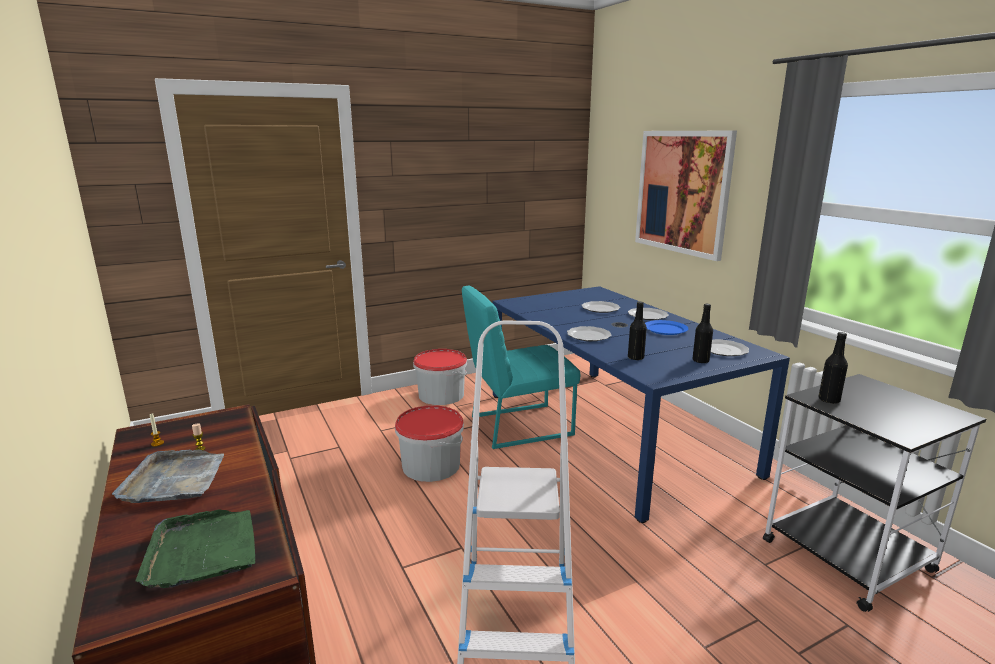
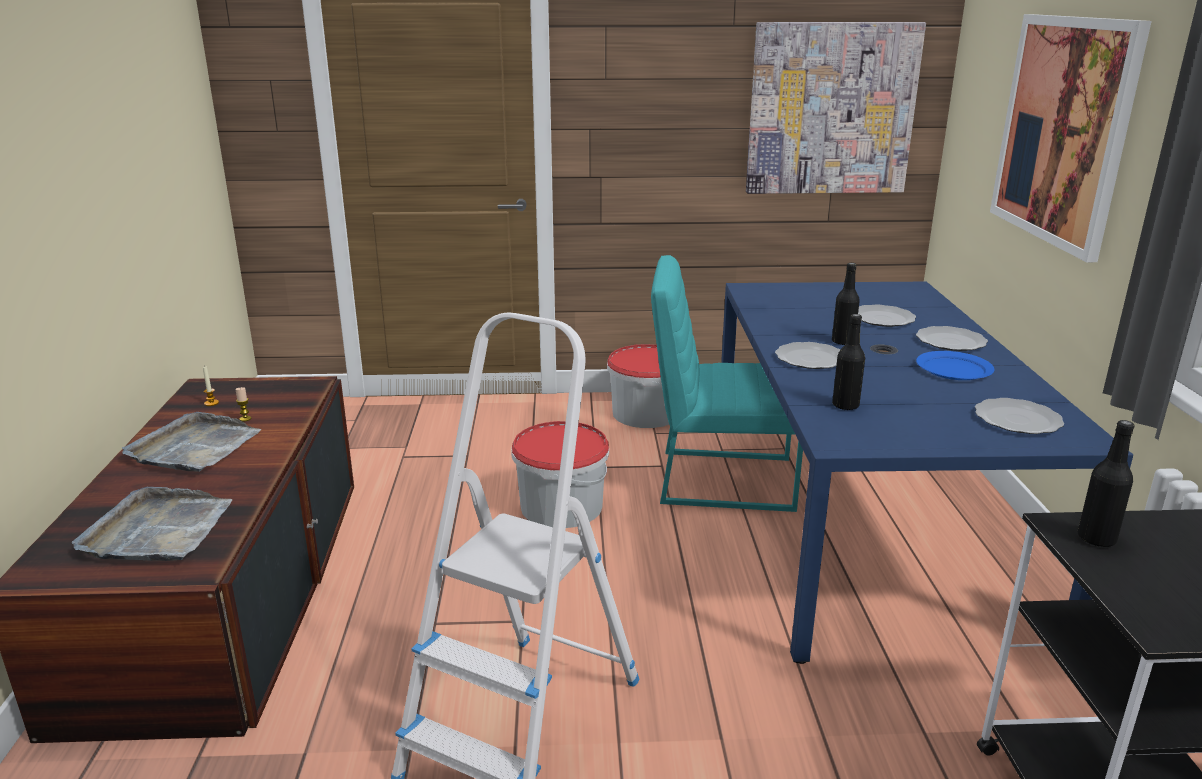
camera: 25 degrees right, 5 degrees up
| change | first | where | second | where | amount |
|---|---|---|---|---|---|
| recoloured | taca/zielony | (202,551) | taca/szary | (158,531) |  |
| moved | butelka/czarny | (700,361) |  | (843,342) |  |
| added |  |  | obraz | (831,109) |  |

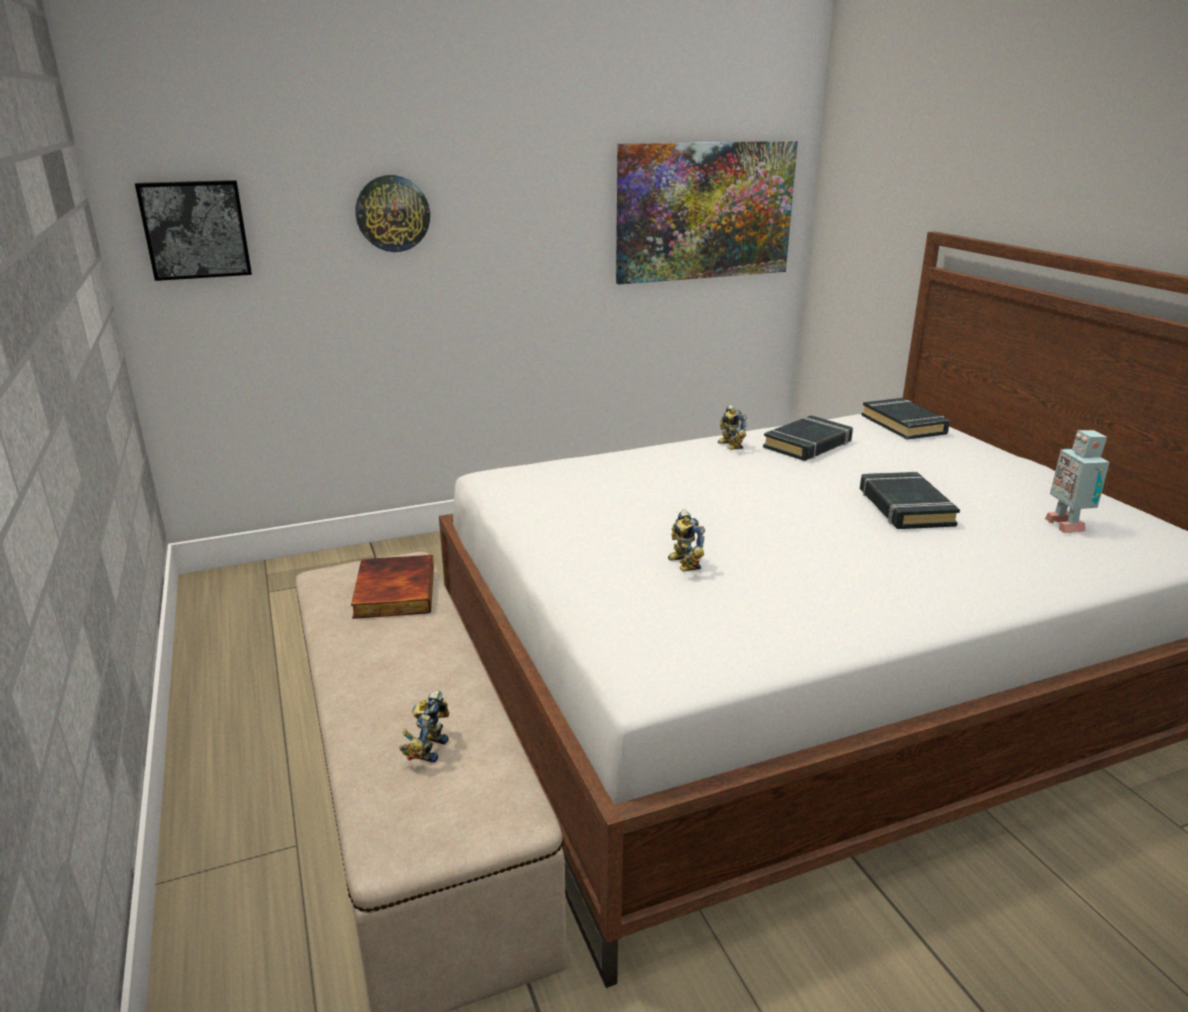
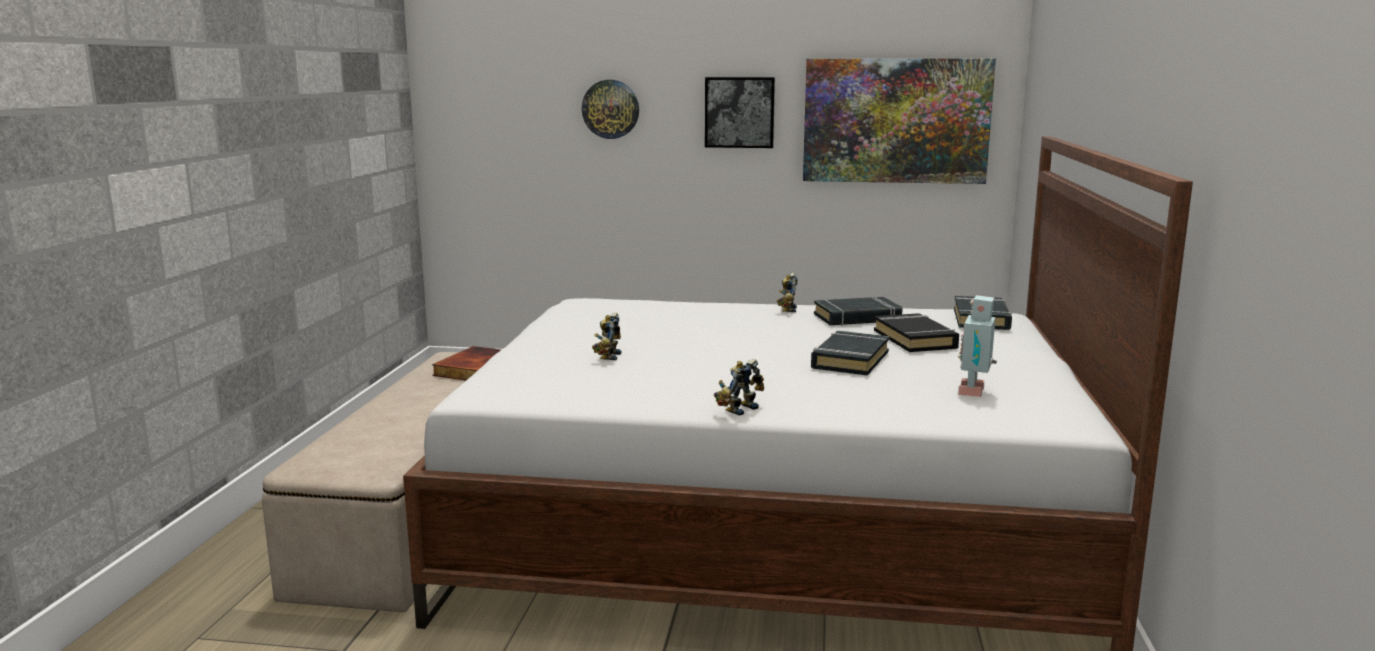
camera: 30 degrees right, 10 degrees down
| change | first | where | second | where | amount |
|---|---|---|---|---|---|
| moved | obraz | (195,229) |  | (739,112) |  |
| moved | robot zabawkowy | (427,748) |  | (739,409) |  |
| added |  |  | książka/czarny | (915,339) |  |

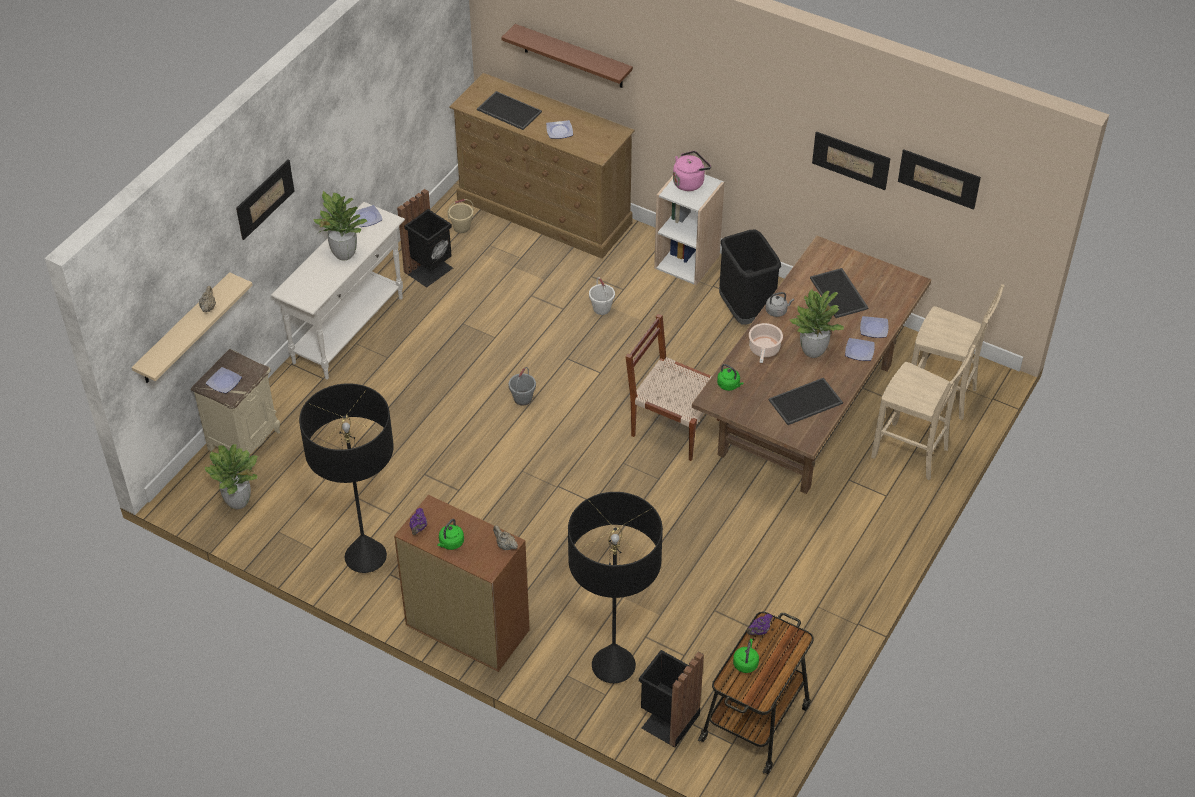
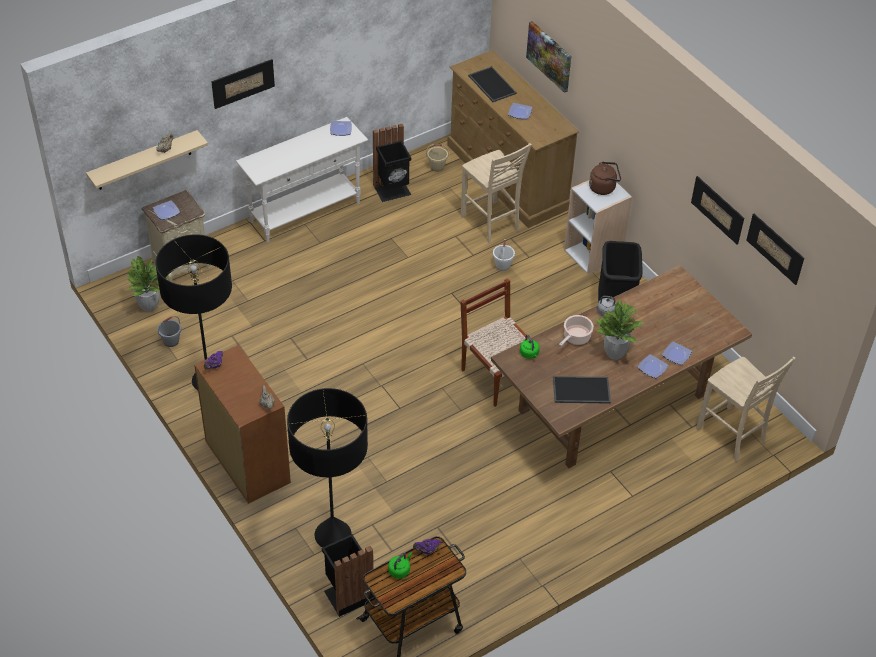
camera: 25 degrees right, 0 degrees up
| change | first | where | second | where | amount |
|---|---|---|---|---|---|
| removed | roślina doniczkowa | (344,254) |  |  |  |
| removed | czajnik/zielony | (450,543) |  |  |  |
| replaced | półka/brązowy | (573,57) | obraz | (549,56) |  |
| moved | wiadro/szary | (522,398) |  | (171,341) |  |
| recoloured | czajnik/różowy | (690,182) | czajnik/brązowy | (603,187) |  |
| removed | taca | (840,293) |  |  |  |
| moved | krzesło/beżowy | (911,453) |  | (491,224) |  |

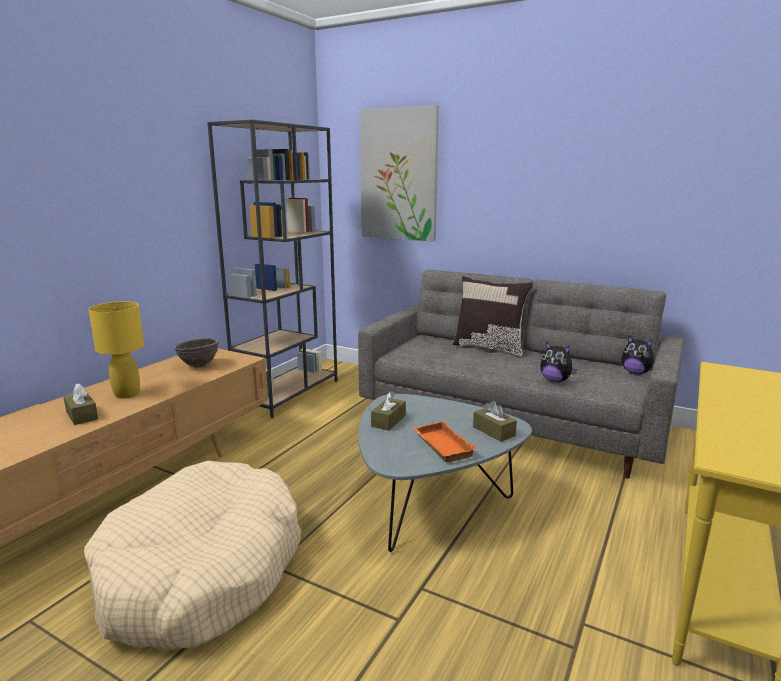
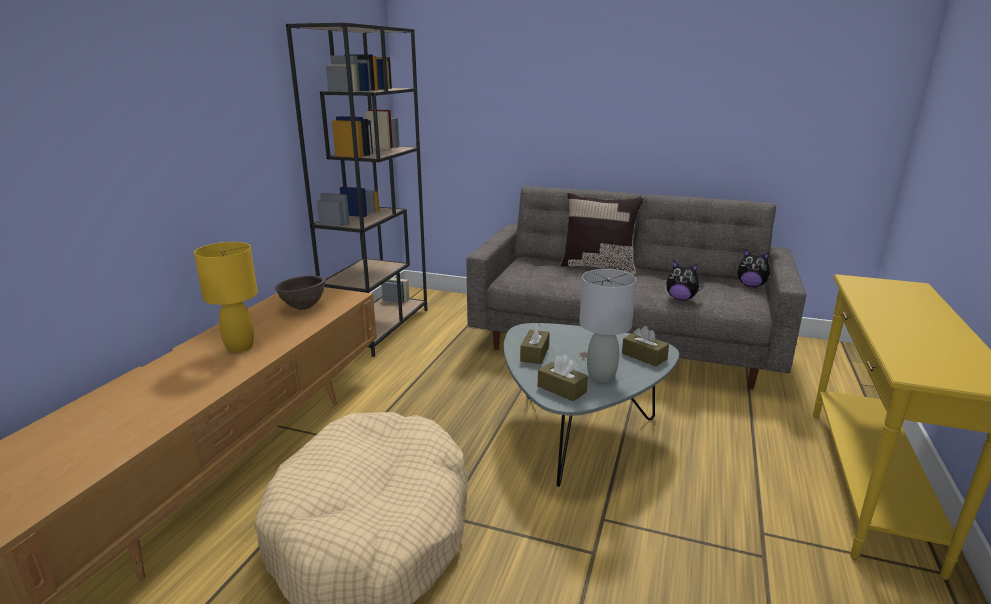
camera: 10 degrees left, 5 degrees up
| change | first | where | second | where | amount |
|---|---|---|---|---|---|
| moved | pudełko chusteczek/brązowy | (82,415) |  | (561,389) |  |
| removed | obraz | (399,175) |  |  |  |
| replaced | taca/pomarańczowy | (441,446) | lampa stołowa/szary | (600,376) |  |

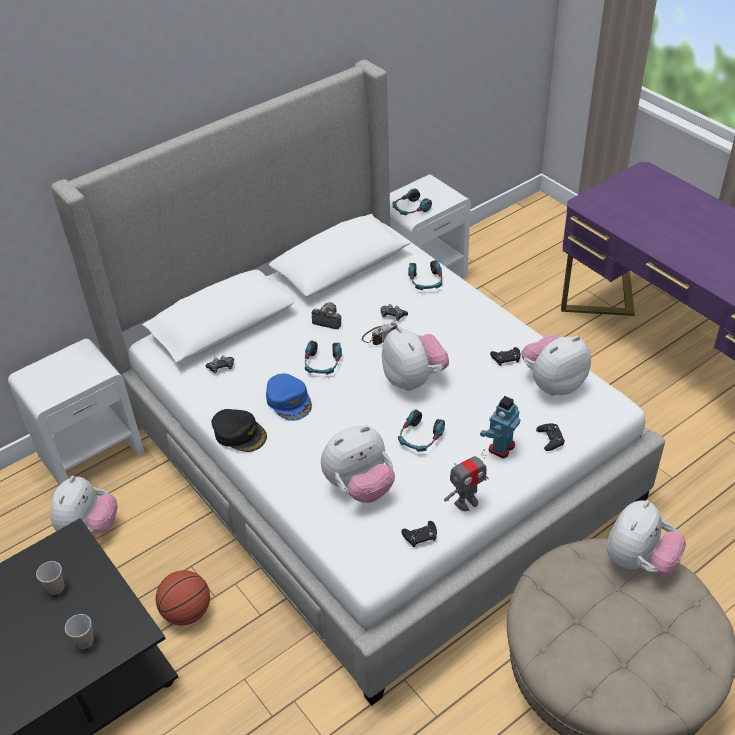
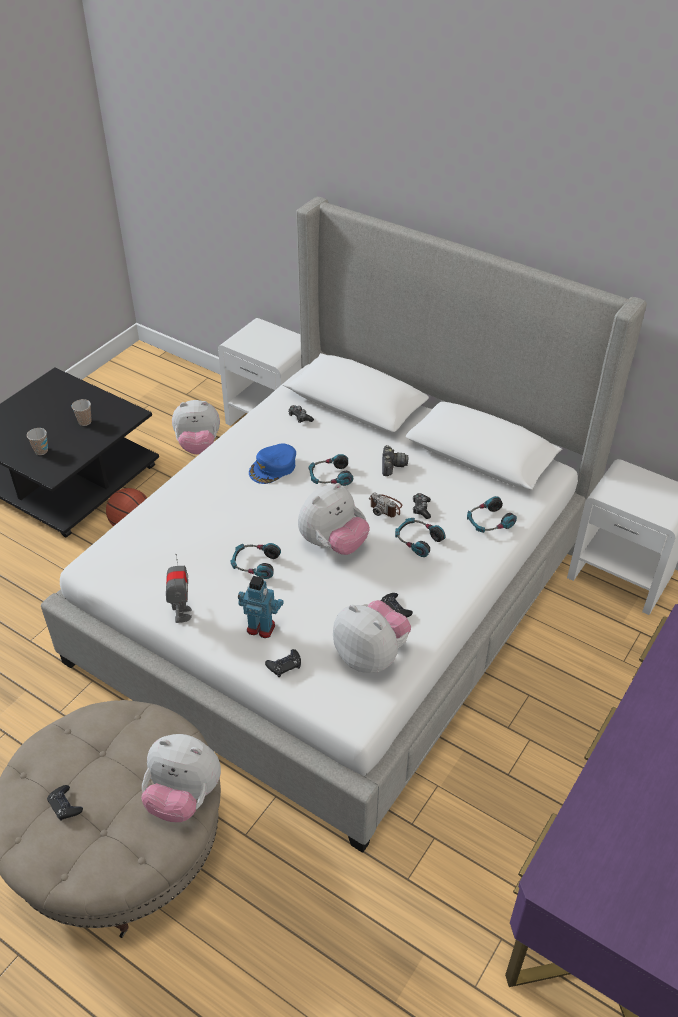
camera: 70 degrees right, 0 degrees up
| change | first | where | second | where | amount |
|---|---|---|---|---|---|
| removed | czapka z daszkiem/czarny | (240,434) |  |  |  |
| removed | pluszak | (359,487) |  |  |  |
| moved | słuchawki | (410,209) |  | (418,540) |  |
| moved | pad do gier/czarny | (420,535) |  | (65,805) |  |
| turned | robot zabawkowy | (466,502) |  | (182,613) | 135 degrees counterclockwise |

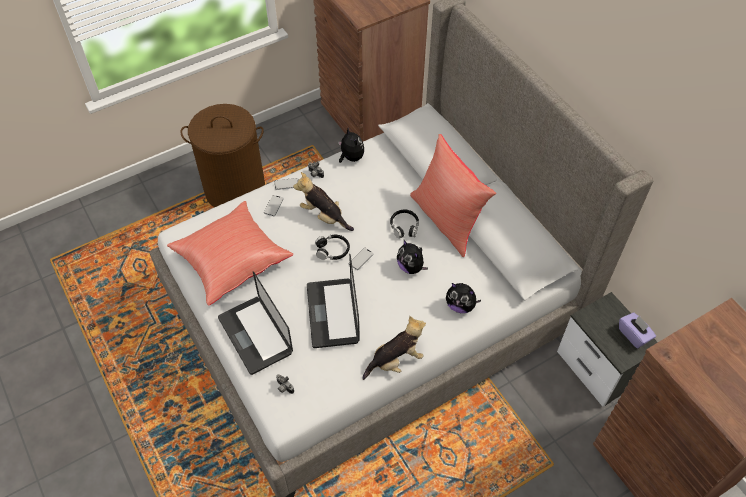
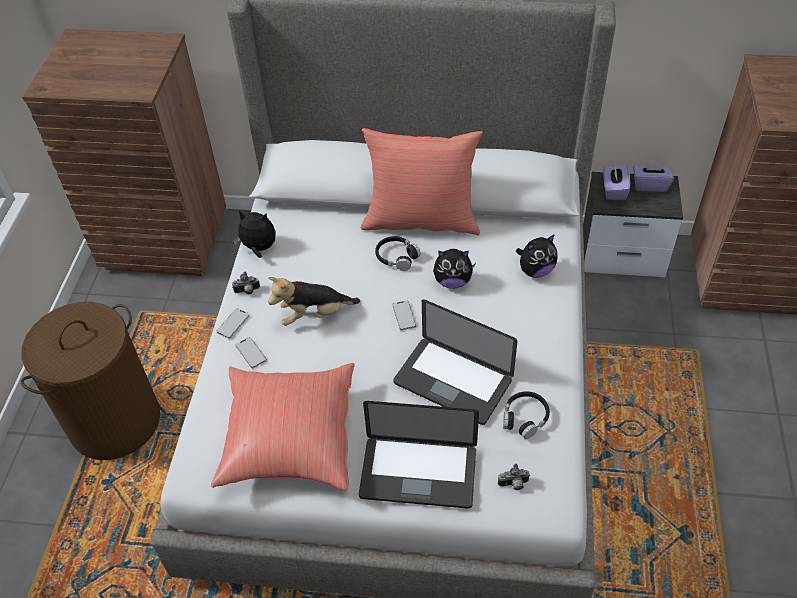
camera: 50 degrees left, 5 degrees down
| change | first | where | second | where | amount |
|---|---|---|---|---|---|
| moved | słuchawki/czarny | (332,250) |  | (525,418) |  |
| removed | pluszak | (396,360) |  |  |  |
| added |  |  | pudełko chusteczek/fioletowy | (614,190) |  |

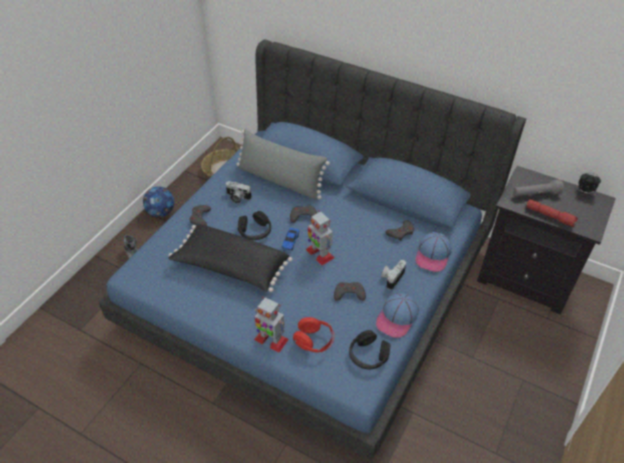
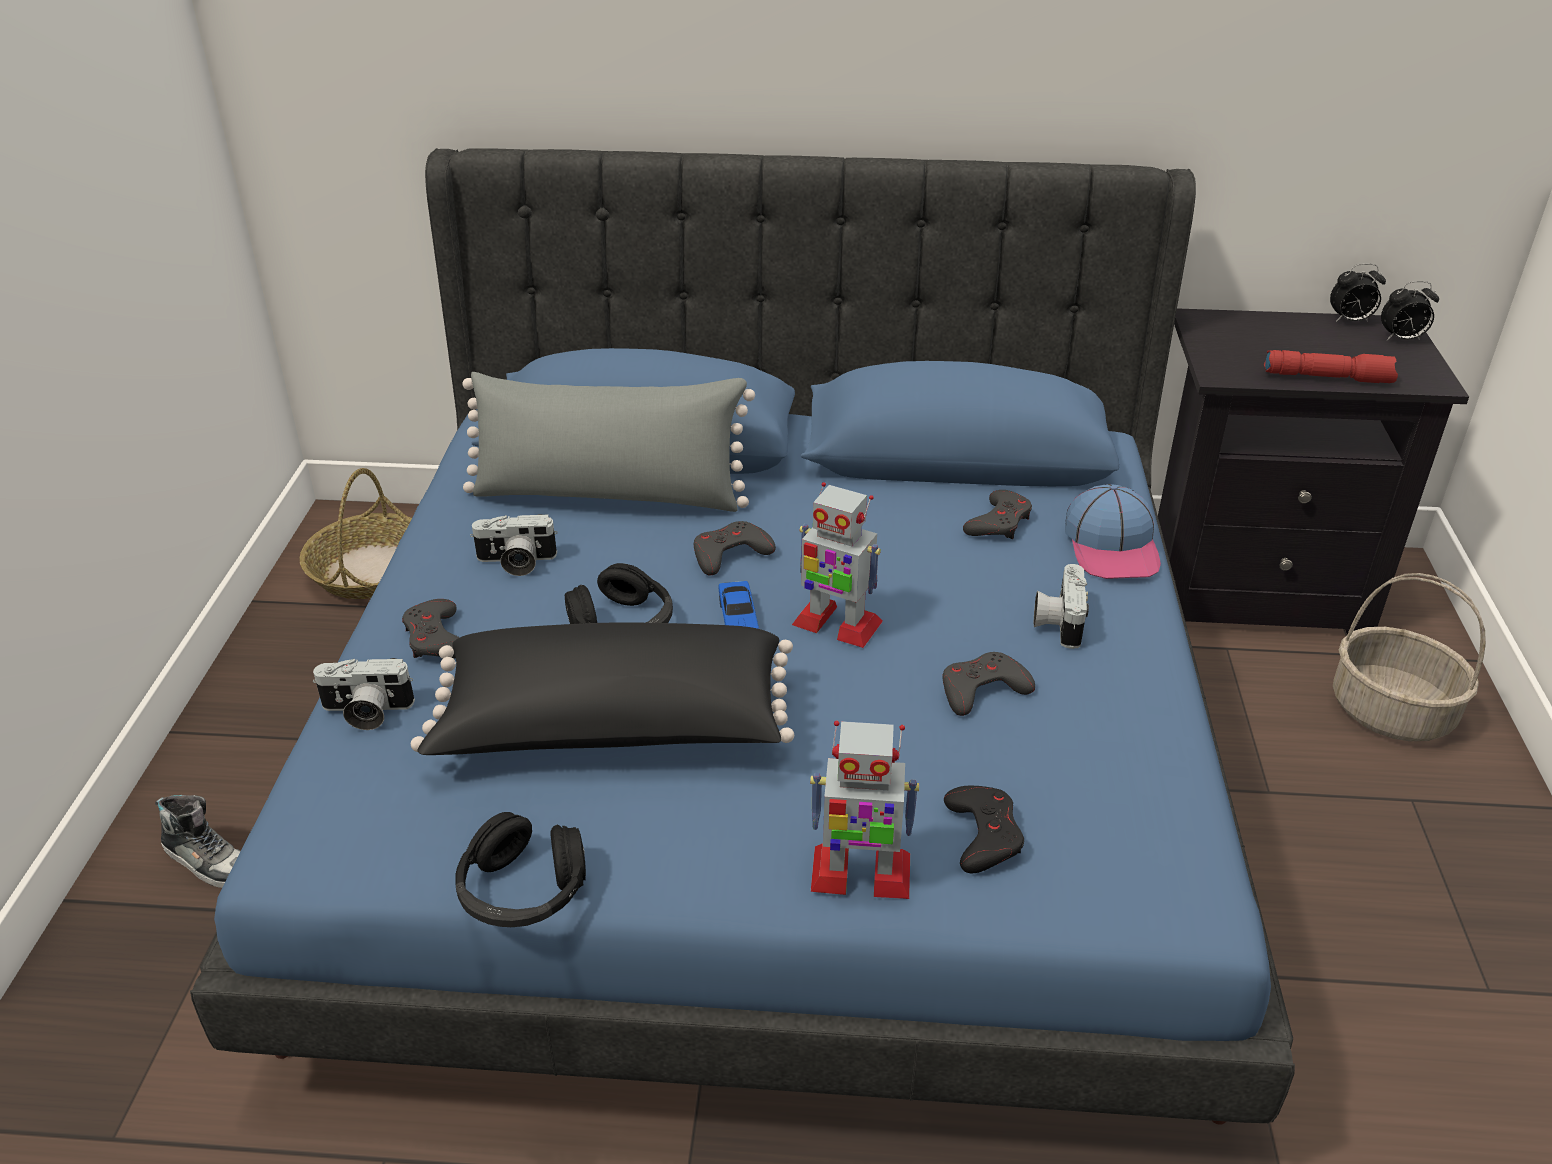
camera: 25 degrees left, 10 degrees down
| change | first | where | second | where | amount |
|---|---|---|---|---|---|
| removed | piłka futbolowa | (161,212) |  |  |  |
| replaced | słuchawki/czerwony | (314,341) | pad do gier/czarny | (983,834) |  |
| moved | słuchawki/czarny | (368,355) |  | (522,890) |  |
| removed | czapka z daszkiem | (397,318) |  |  |  |
| removed | latarka/szary | (535,194) |  |  |  |
| added |  |  | aparat fotograficzny | (366,712) |  |
| added |  |  | koszyk | (1392,712) |  |
| added |  |  | budzik | (1401,339) |  |

